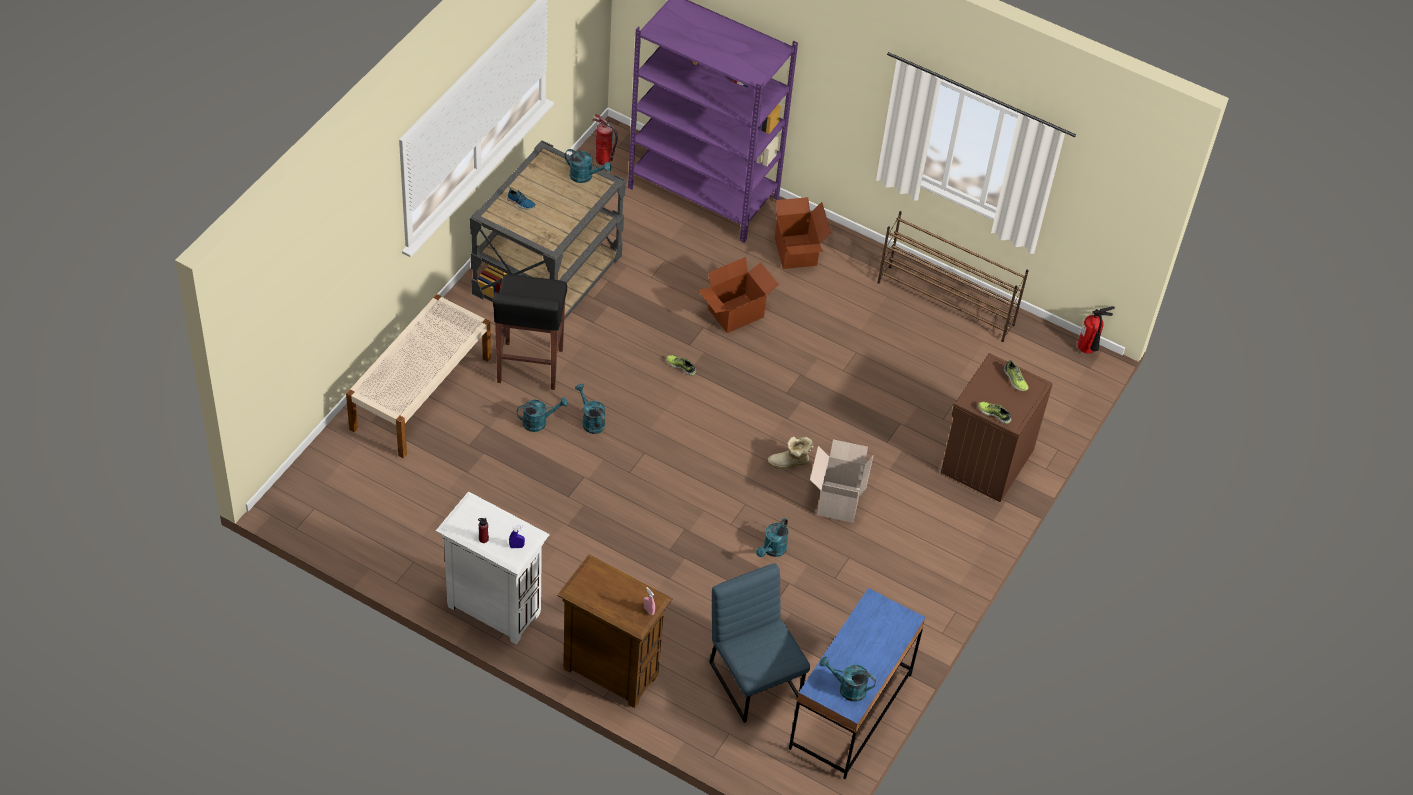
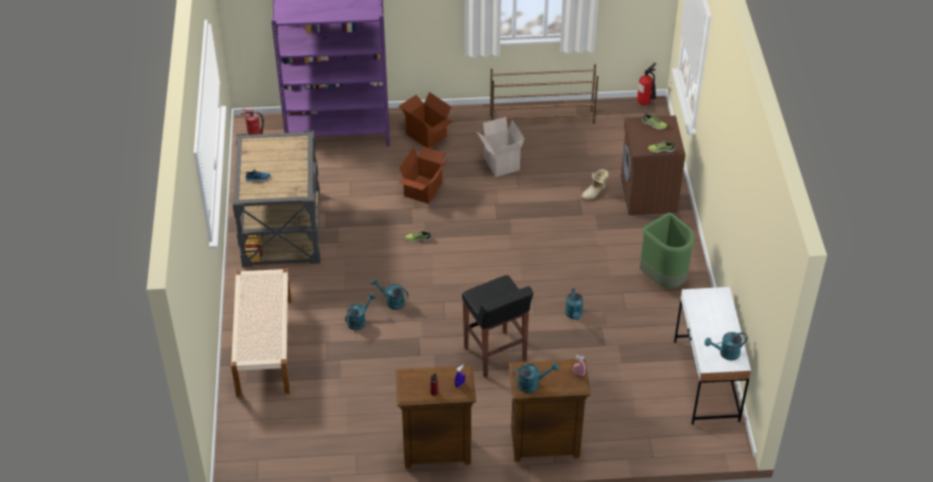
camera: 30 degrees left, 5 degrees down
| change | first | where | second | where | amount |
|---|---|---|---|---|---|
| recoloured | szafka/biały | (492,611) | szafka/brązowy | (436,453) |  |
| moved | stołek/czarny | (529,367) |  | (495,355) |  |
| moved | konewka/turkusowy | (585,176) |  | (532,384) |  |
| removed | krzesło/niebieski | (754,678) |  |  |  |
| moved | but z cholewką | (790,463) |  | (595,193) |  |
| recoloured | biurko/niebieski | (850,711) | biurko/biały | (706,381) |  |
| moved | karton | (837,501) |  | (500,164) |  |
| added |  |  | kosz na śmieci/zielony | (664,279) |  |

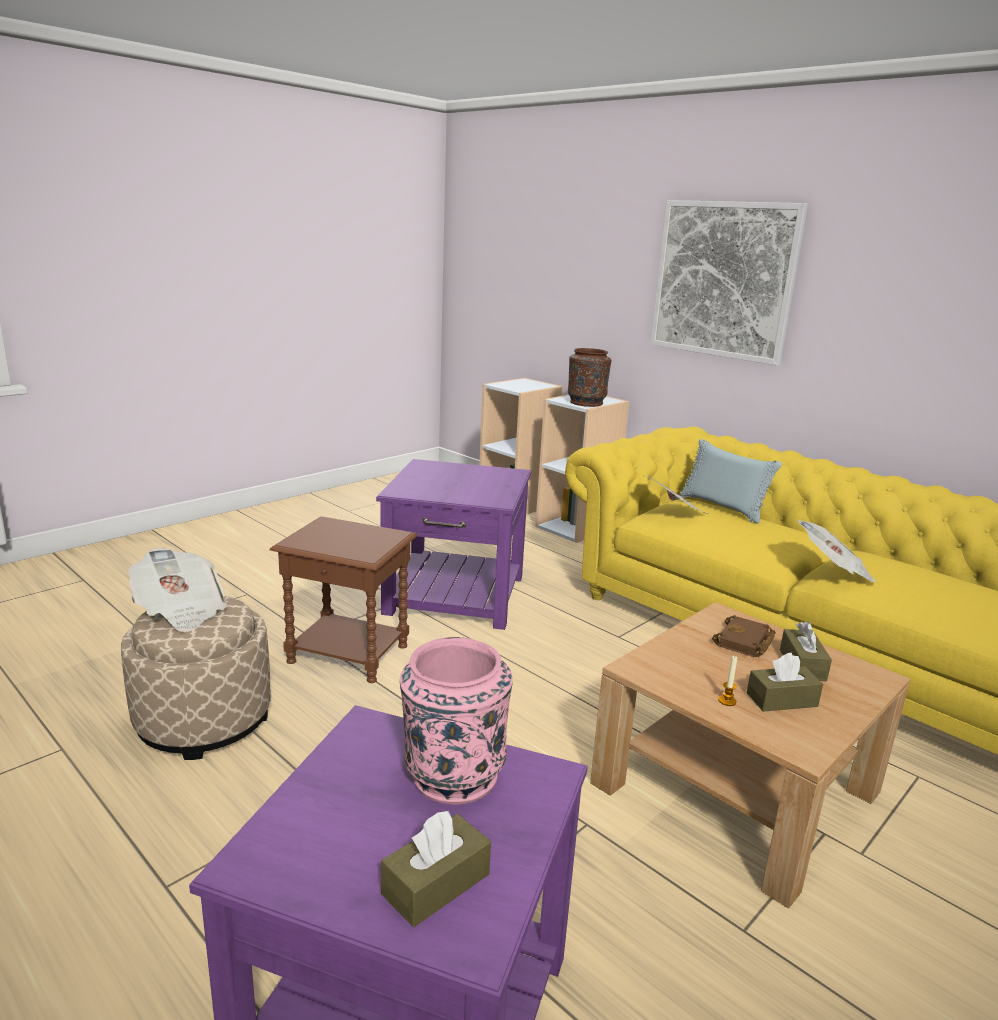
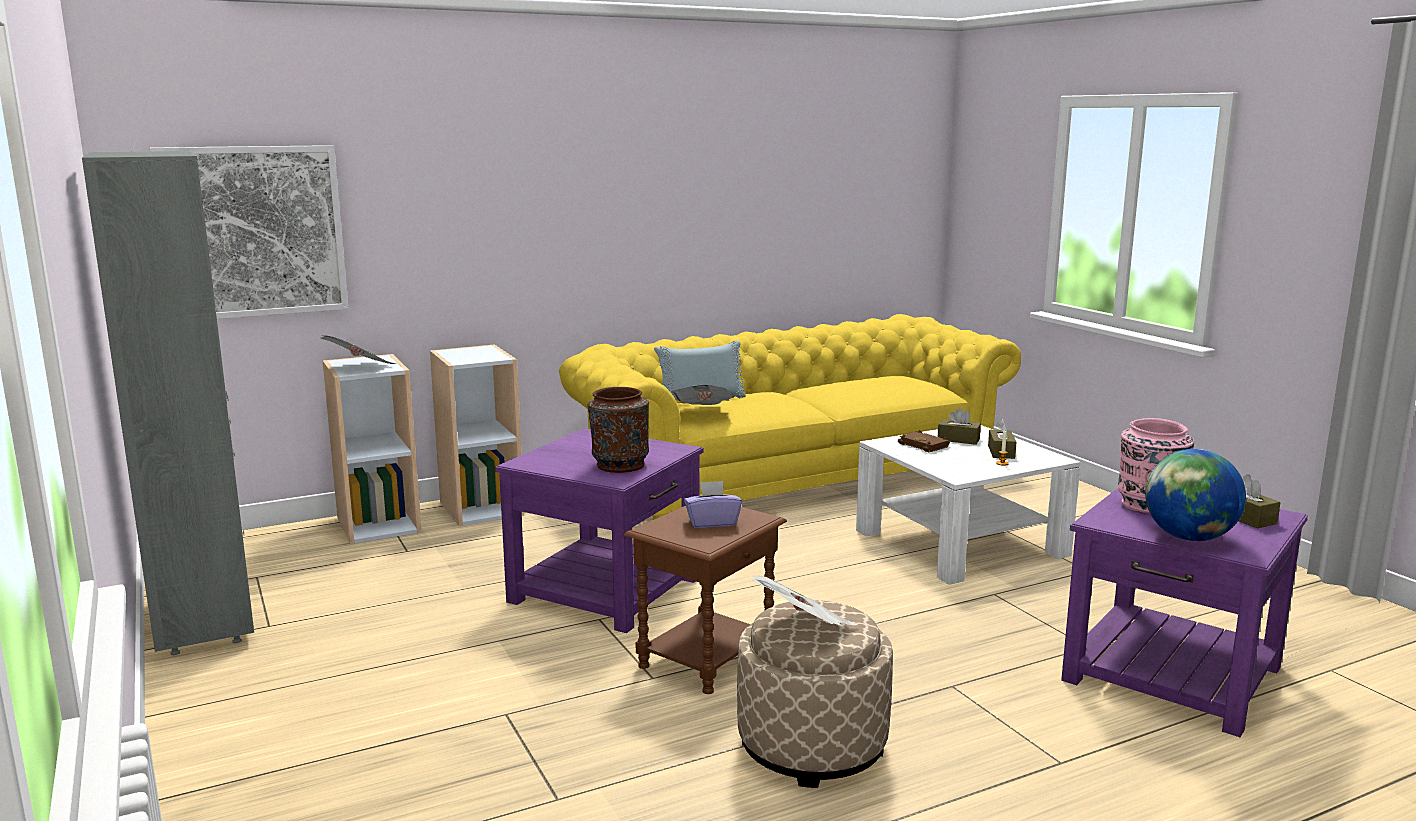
camera: 70 degrees left, 5 degrees down
| change | first | where | second | where | amount |
|---|---|---|---|---|---|
| moved | wazon/brązowy | (586,402) |  | (619,465) |  |
| recoloured | ława/brązowy | (735,788) | ława/biały | (960,543) |  |
| moved | obraz | (723,280) |  | (253,232) |  |
| moved | gazeta | (833,570) |  | (360,368) |  |
| added |  |  | szafka/szary | (204,621) |  |
| added |  |  | pudełko chusteczek/fioletowy | (712,522) |  |
| added |  |  | globus | (1189,538) |  |

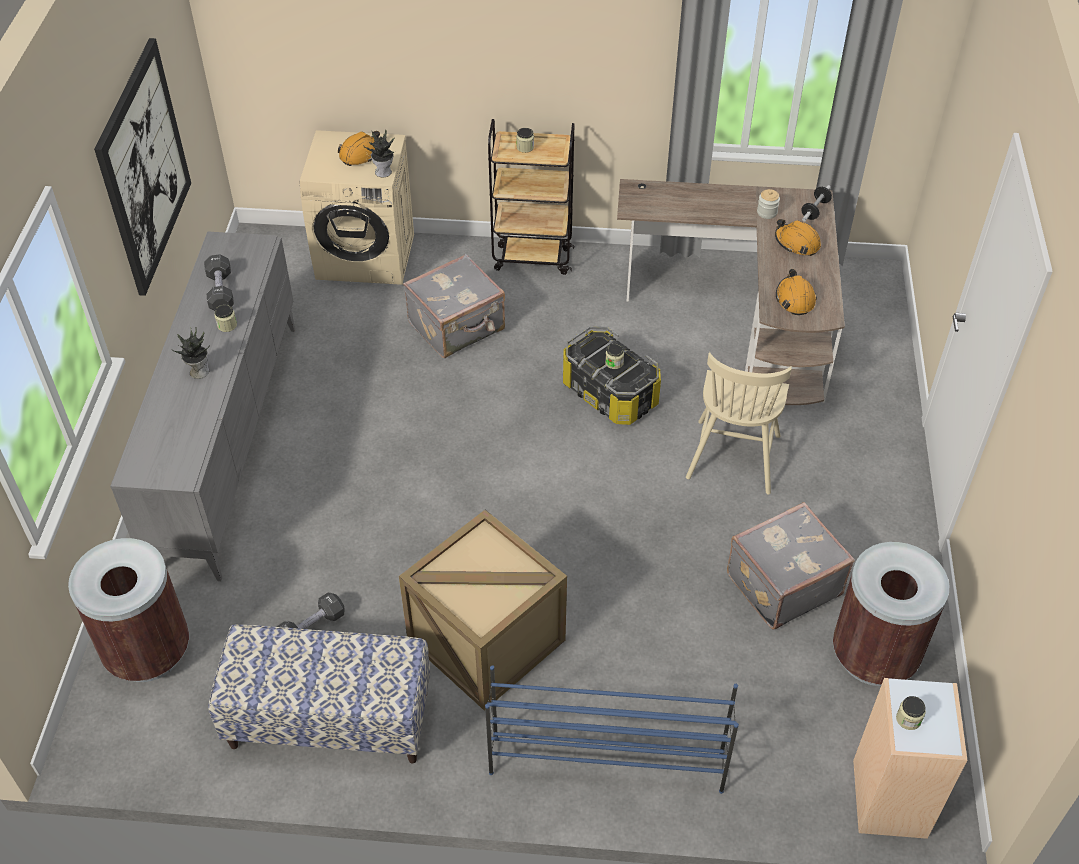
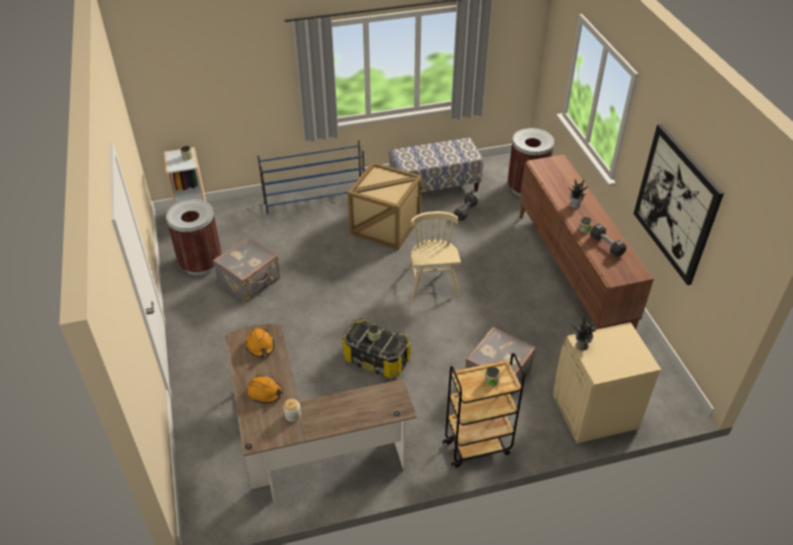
camera: 160 degrees right, 5 degrees down
| change | first | where | second | where | amount |
|---|---|---|---|---|---|
| recoloured | szafka/szary | (227,442) | szafka/brązowy | (572,273) |  |
| removed | kask/pomarańczowy | (361,154) |  |  |  |
| moved | krzesło/beżowy | (734,451) |  | (432,284) |  |
| removed | hantel | (815,210) |  |  |  |

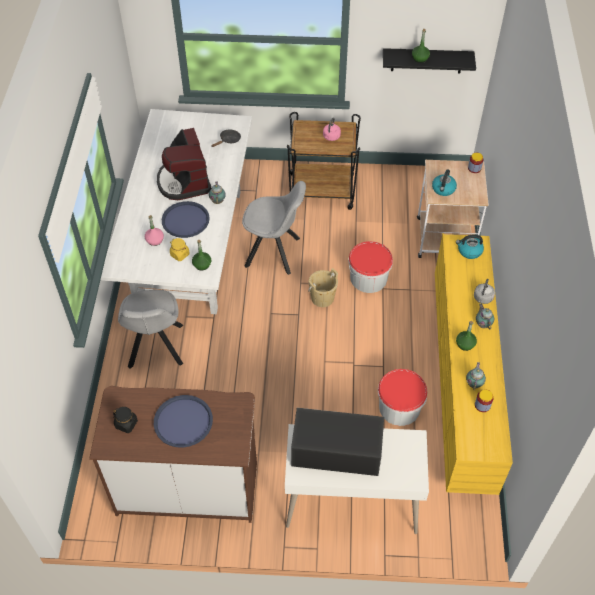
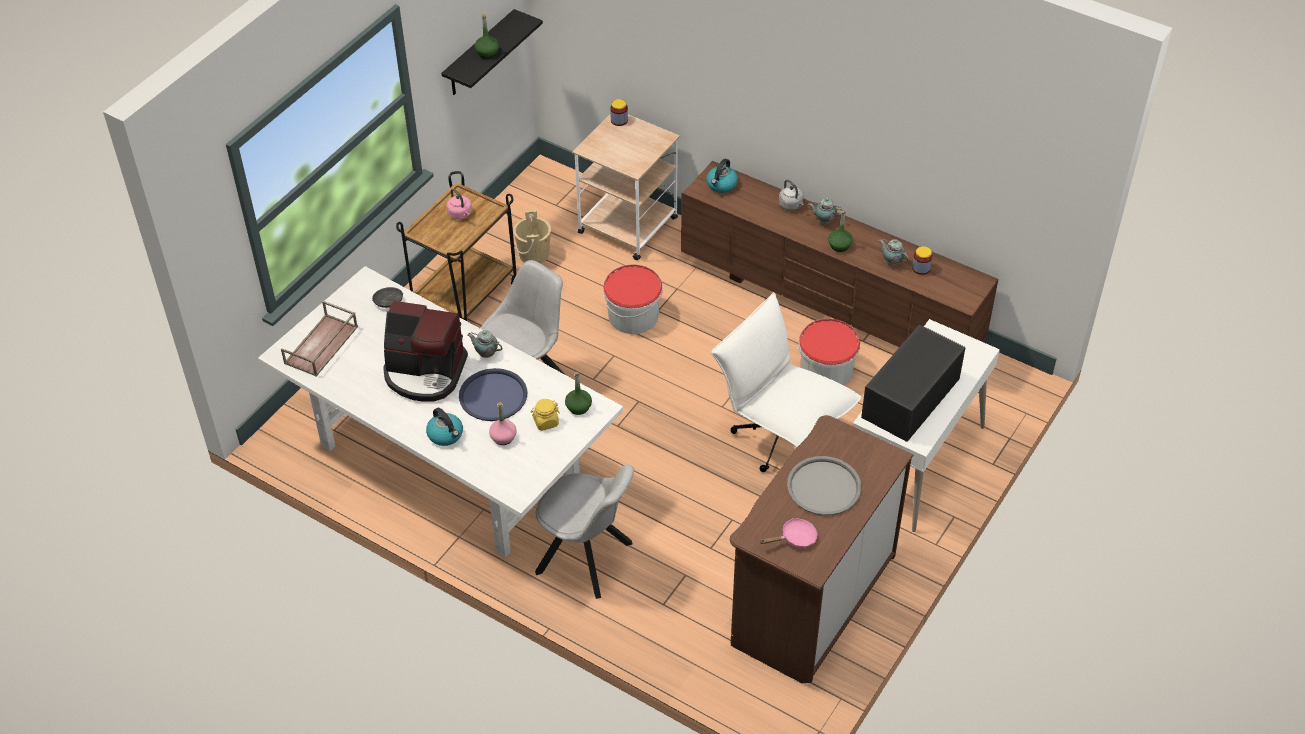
camera: 60 degrees left, 5 degrees down
| change | first | where | second | where | amount |
|---|---|---|---|---|---|
| replaced | słoik/czarny | (126,424) | patelnia/różowy | (795,538) |  |
| recoloured | taca/niebieski | (183,422) | taca/szary | (824,487) |  |
| moved | wiadro/beżowy | (322,298) |  | (534,255) |  |
| moved | czajnik | (443,189) |  | (446,435) |  |
| recoloured | szafka/żółty | (462,382) | szafka/brązowy | (829,306) |  |
| added |  |  | taca/brązowy | (321,346) |  |
| added |  |  | krzesło biurowe/biały | (782,437) |  |

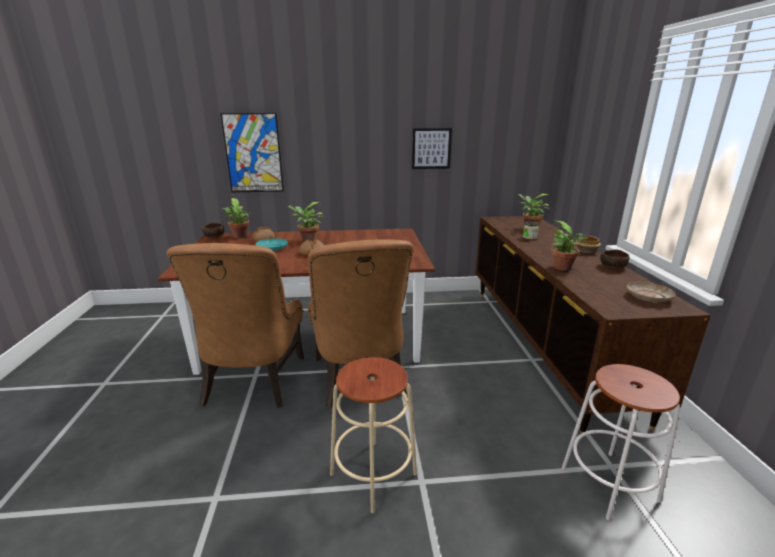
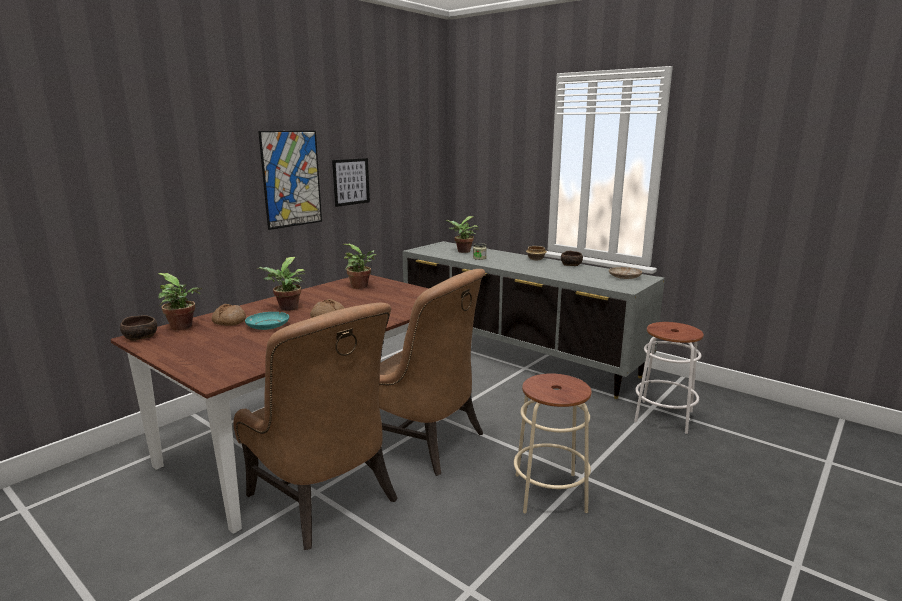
camera: 45 degrees left, 5 degrees down
| change | first | where | second | where | amount |
|---|---|---|---|---|---|
| moved | obraz | (253,153) |  | (291,179) |  |
| recoloured | szafka/brązowy | (544,344) | szafka/szary | (517,354) |  |
| moved | roślina doniczkowa | (564,268) |  | (361,287) |  |

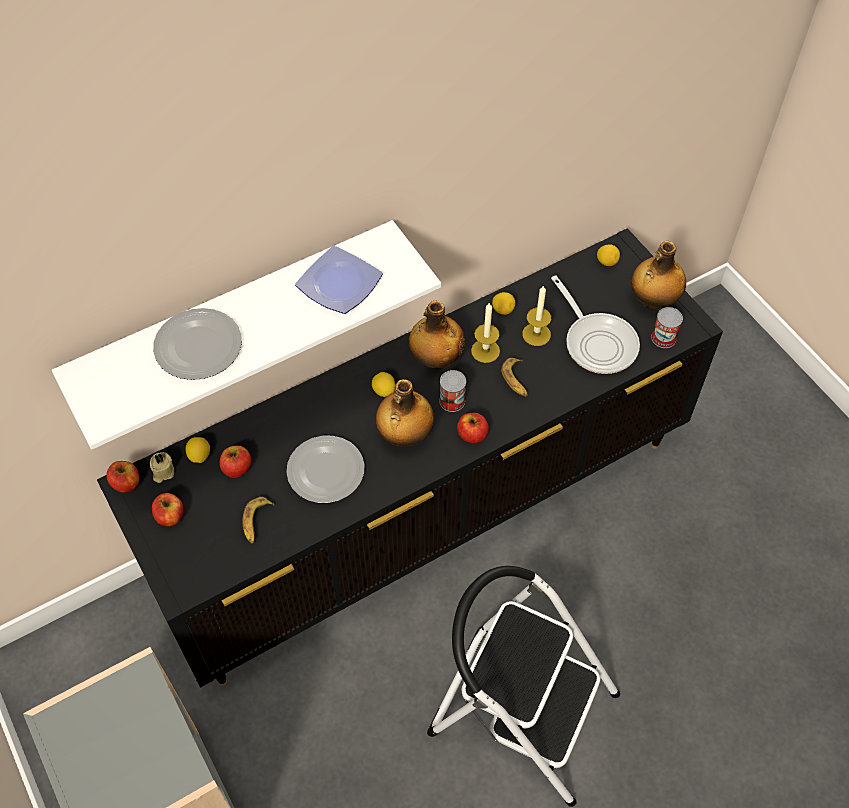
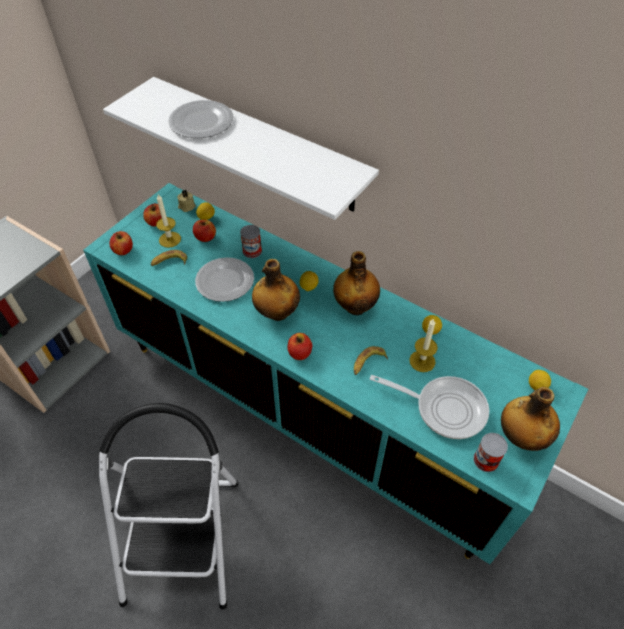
camera: 65 degrees right, 5 degrees down
| change | first | where | second | where | amount |
|---|---|---|---|---|---|
| recoloured | szafka/czarny | (423,513) | szafka/turkusowy | (312,409) |  |
| moved | jabłko | (126,483) |  | (123,250) |  |
| removed | talerz | (339,285) |  |  |  |
| moved | puszka | (452,401) |  | (252,251) |  |
| moved | świeca | (485,351) |  | (170,239) |  |
| turned | patelnia | (597,342) |  | (444,408) | 105 degrees counterclockwise |

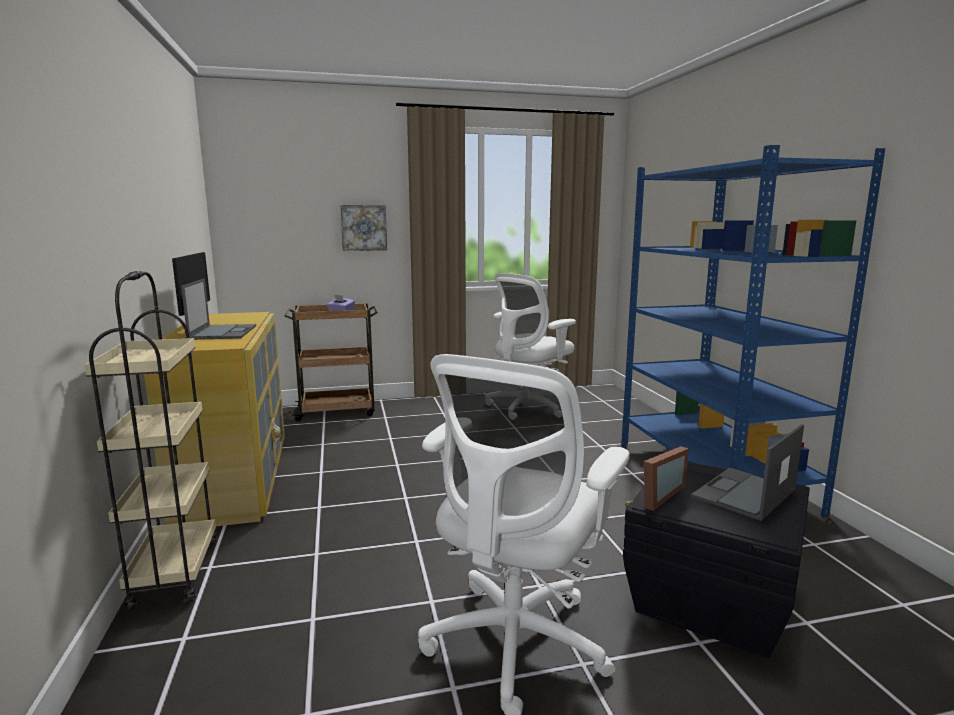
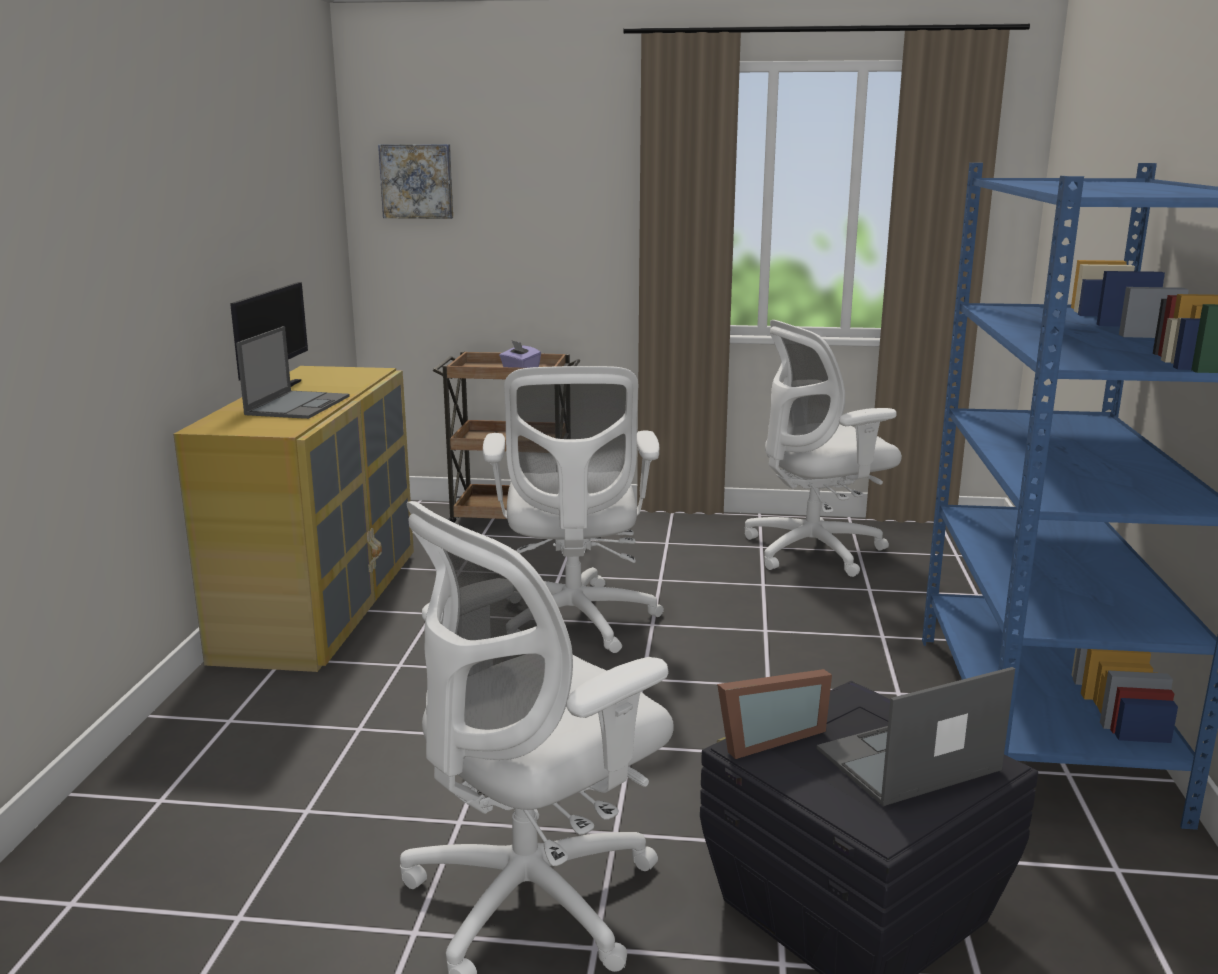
camera: 20 degrees right, 5 degrees up
| change | first | where | second | where | amount |
|---|---|---|---|---|---|
| removed | wózek/beżowy | (174,574) |  |  |  |
| moved | obraz | (363,227) |  | (417,181) |  |
| added |  |  | krzesło biurowe/biały | (573,614) |  |

